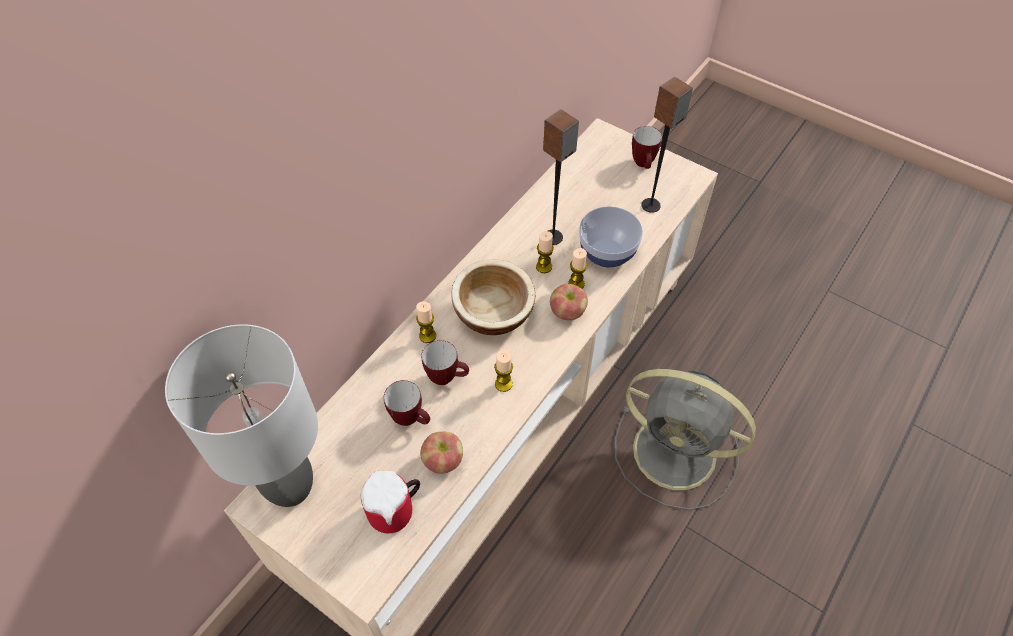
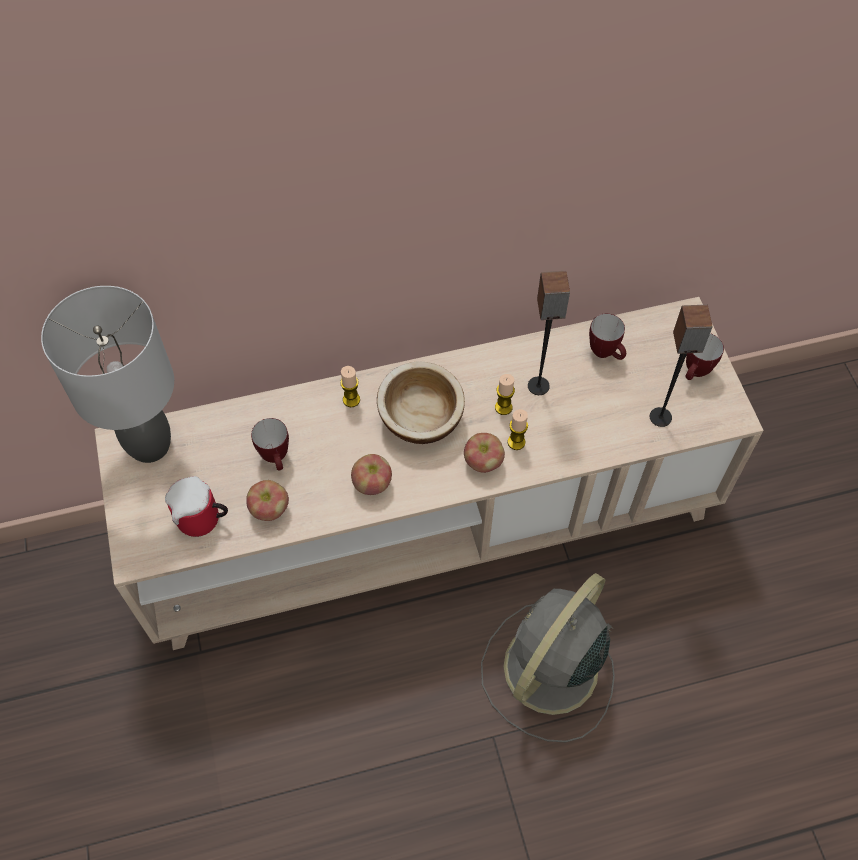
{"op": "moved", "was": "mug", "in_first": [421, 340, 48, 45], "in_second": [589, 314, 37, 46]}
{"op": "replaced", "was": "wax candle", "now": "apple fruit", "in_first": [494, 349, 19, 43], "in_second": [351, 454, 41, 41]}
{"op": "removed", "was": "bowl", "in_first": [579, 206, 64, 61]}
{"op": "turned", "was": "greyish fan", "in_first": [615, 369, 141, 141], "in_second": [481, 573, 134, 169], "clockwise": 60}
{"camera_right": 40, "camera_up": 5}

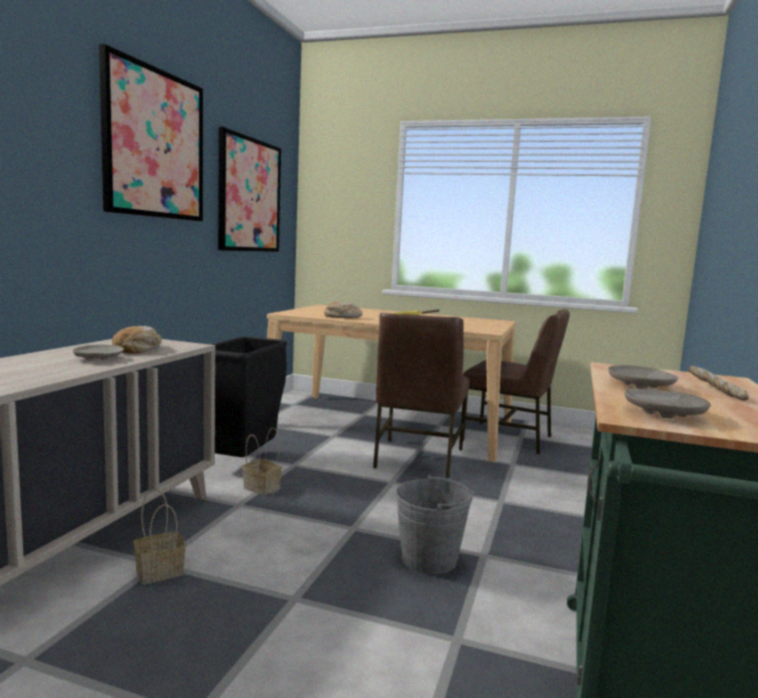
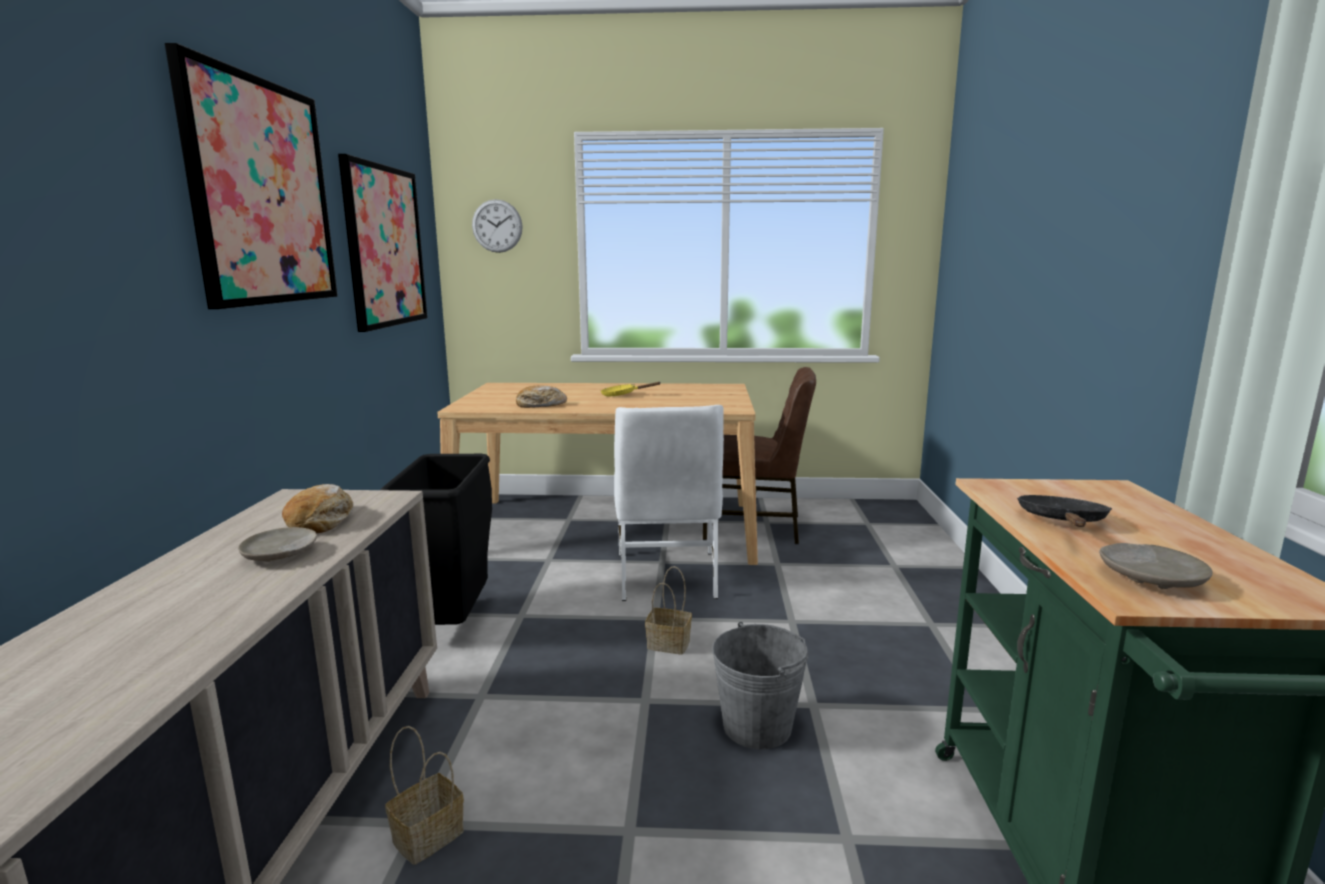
{"op": "moved", "was": "storage basket", "in_first": [242, 428, 40, 67], "in_second": [645, 566, 47, 89]}
{"op": "recoloured", "was": "brown-coloured upright chair", "now": "white-coloured upright chair", "in_first": [373, 313, 97, 165], "in_second": [614, 405, 110, 196]}
{"op": "replaced", "was": "sand-coloured dinner plate", "now": "black-coloured frying pan", "in_first": [608, 365, 70, 24], "in_second": [1017, 495, 95, 32]}
{"op": "removed", "was": "bread", "in_first": [689, 366, 60, 34]}
{"op": "added", "now": "wall clock", "in_second": [472, 199, 51, 54]}
{"camera_right": -15, "camera_up": 5}

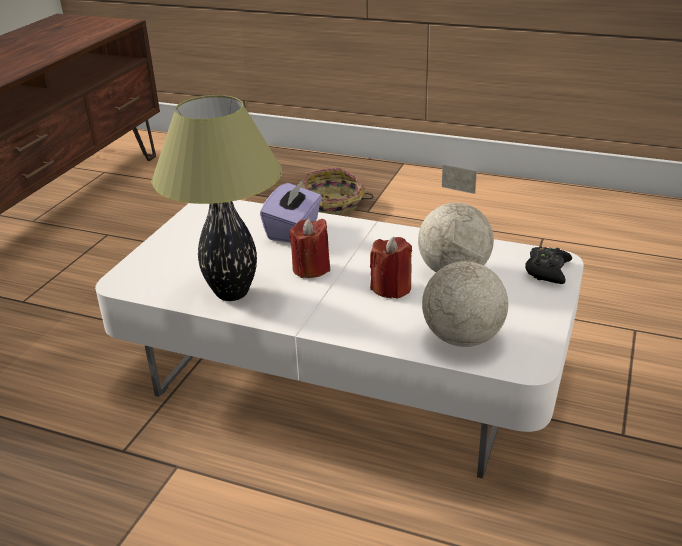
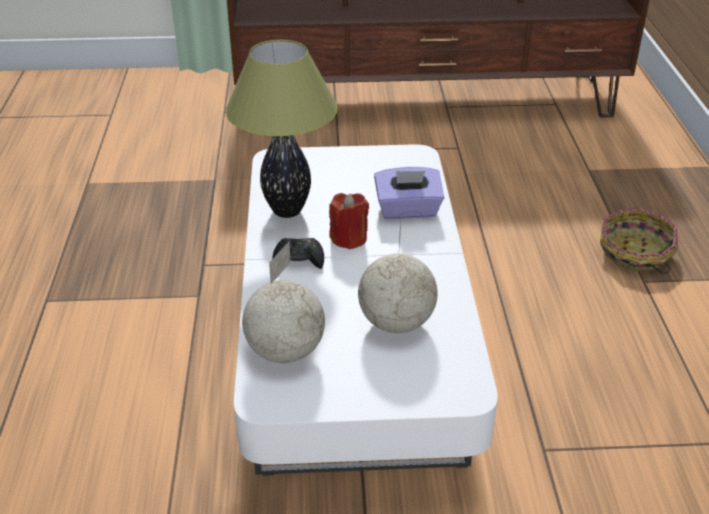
{"op": "removed", "was": "red wax candle", "in_first": [370, 237, 42, 62]}
{"op": "moved", "was": "black-coloured joypad", "in_first": [525, 246, 47, 38], "in_second": [272, 238, 52, 31]}
{"camera_right": 65, "camera_up": 5}

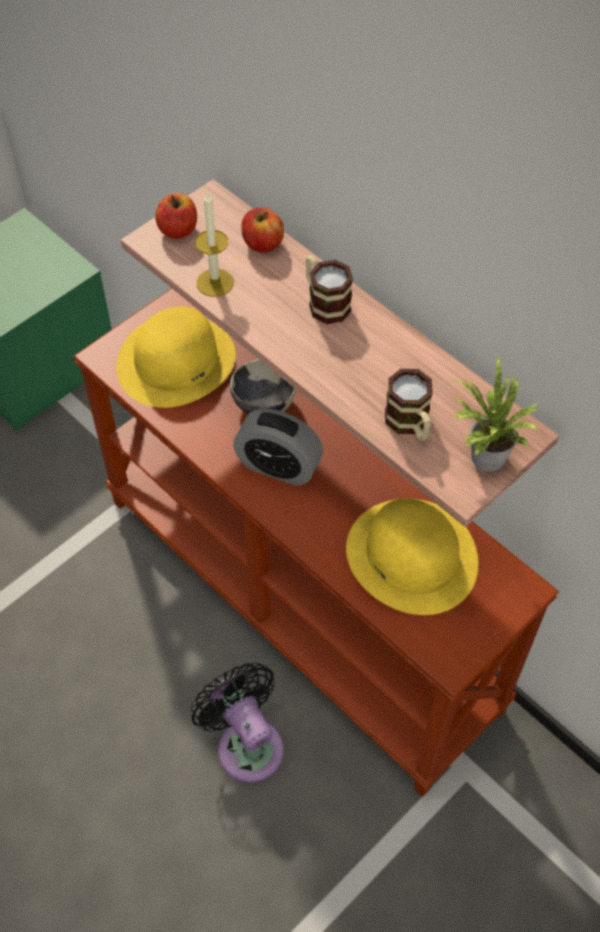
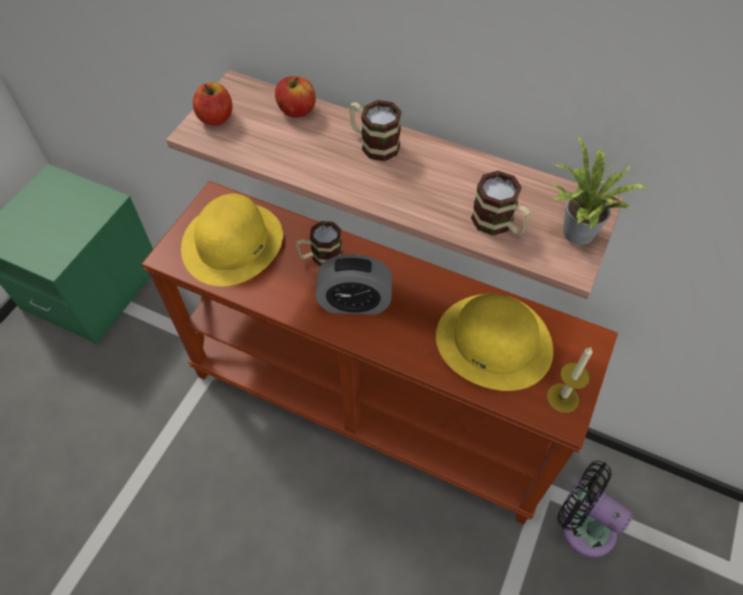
{"op": "moved", "was": "black-coloured fan", "in_first": [191, 663, 93, 120], "in_second": [557, 461, 76, 97]}
{"op": "moved", "was": "wax candle", "in_first": [195, 191, 39, 106], "in_second": [547, 347, 45, 66]}
{"op": "replaced", "was": "bowl", "now": "mug", "in_first": [230, 359, 66, 55], "in_second": [296, 221, 47, 45]}
{"camera_right": -20, "camera_up": 0}

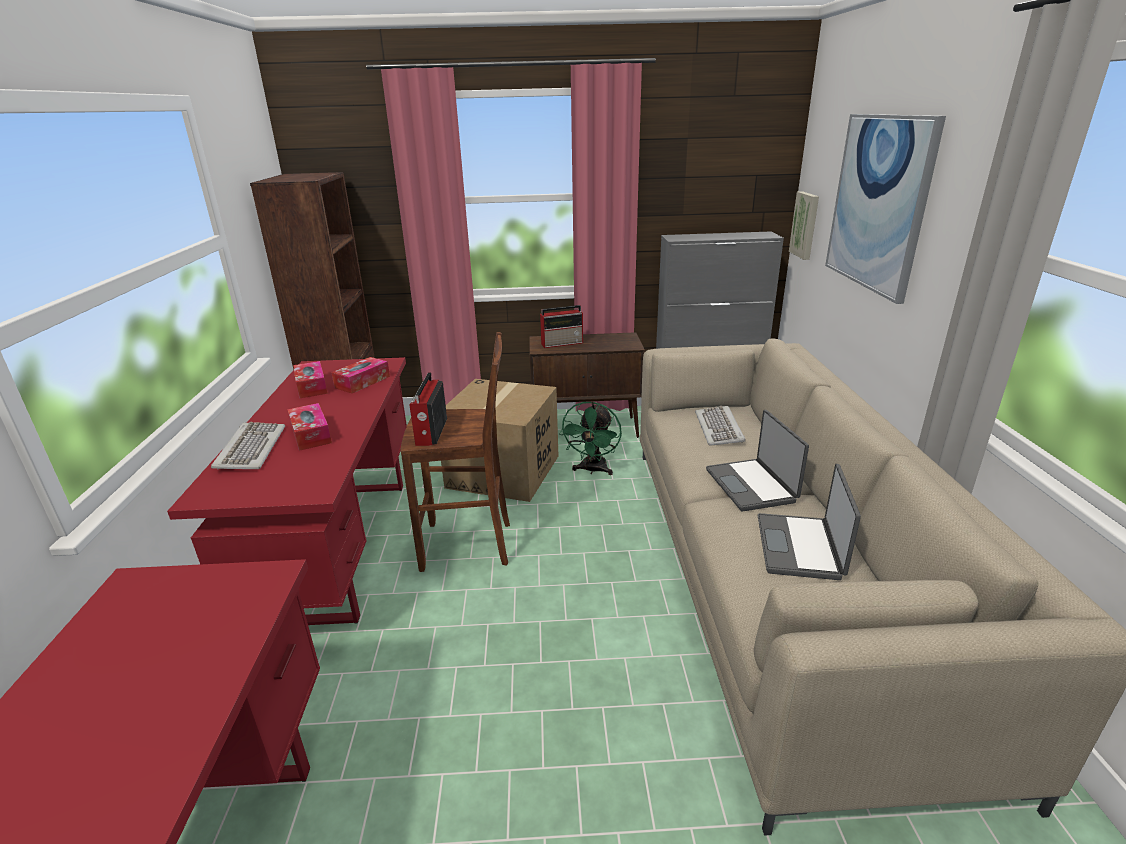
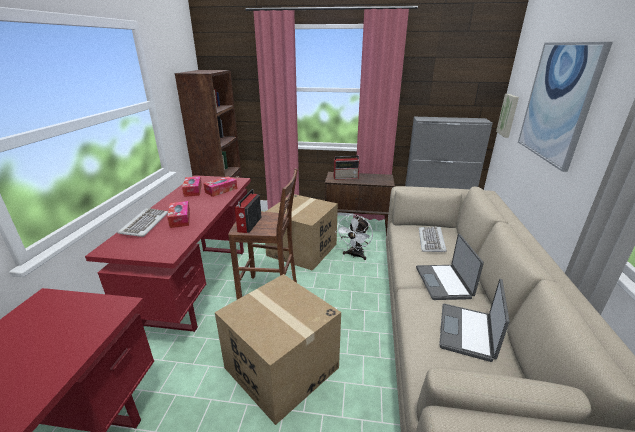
{"op": "recoloured", "was": "green-coloured fan", "now": "white-coloured fan", "in_first": [559, 401, 63, 74], "in_second": [336, 214, 37, 46]}
{"op": "added", "now": "packing box", "in_second": [215, 274, 126, 151]}
{"camera_right": 10, "camera_up": 0}

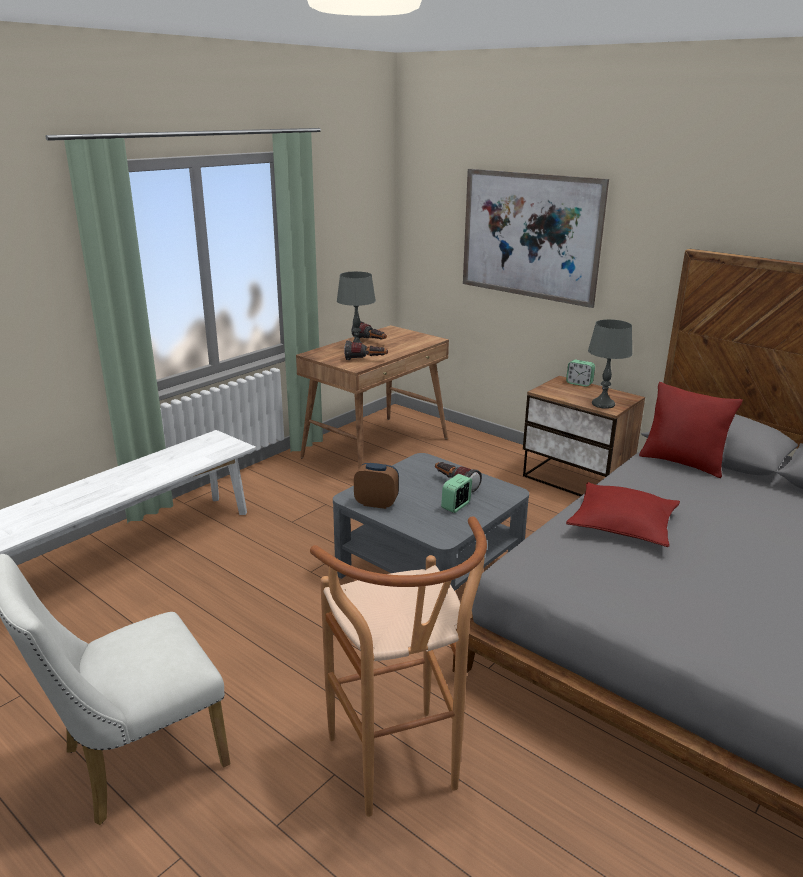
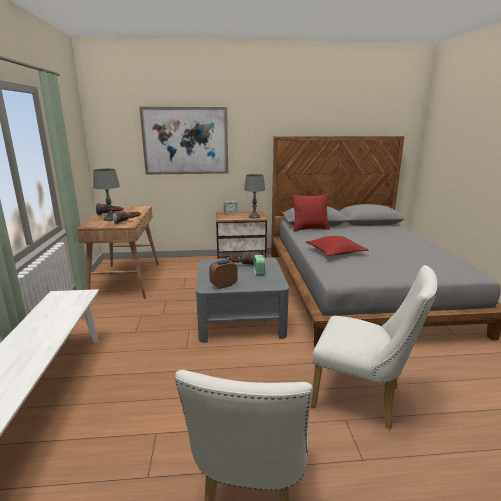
{"op": "replaced", "was": "brown-coloured stool seat", "now": "white-coloured upright chair", "in_first": [310, 516, 177, 301], "in_second": [311, 265, 127, 164]}
{"camera_right": -45, "camera_up": -5}

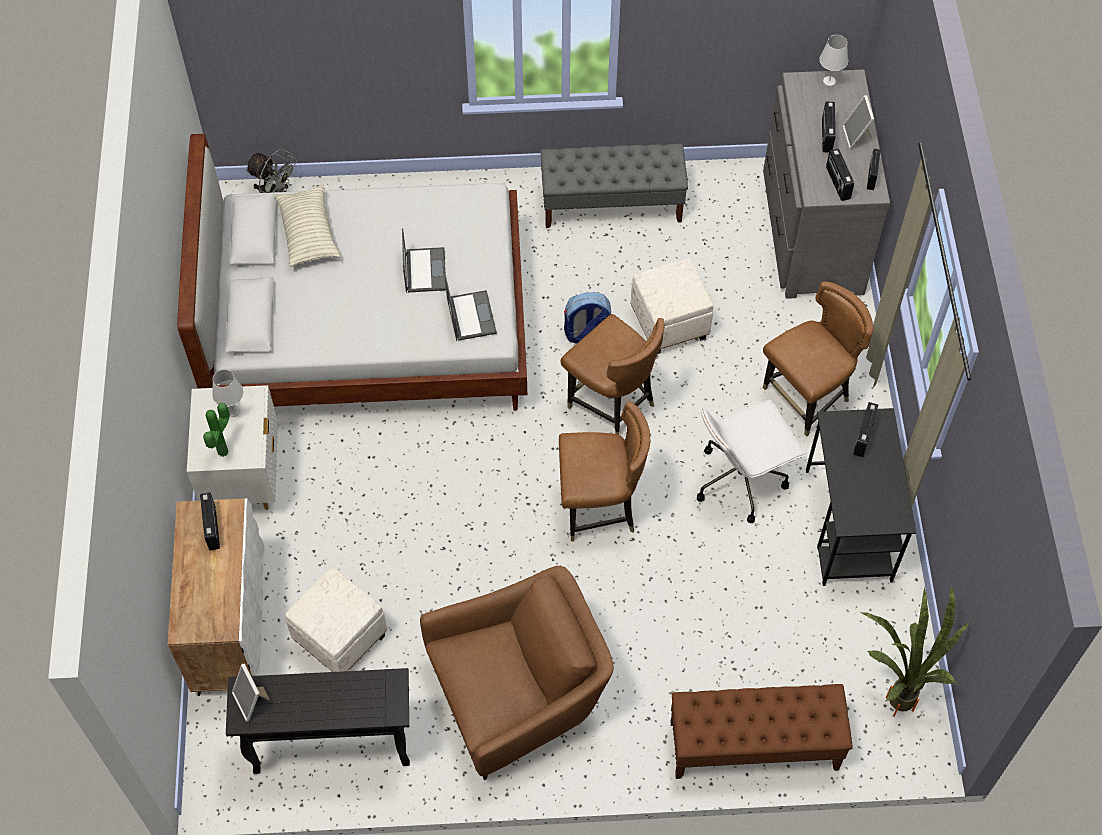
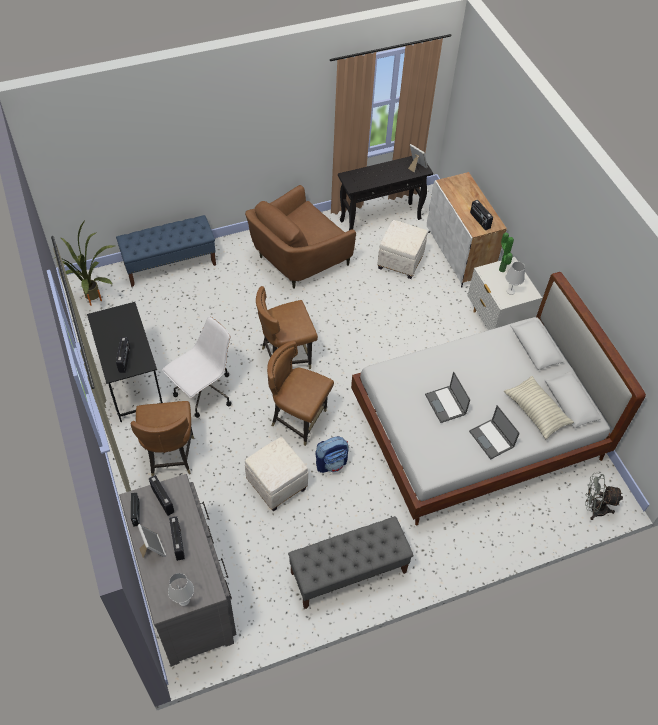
{"op": "moved", "was": "laptop", "in_first": [445, 276, 52, 65], "in_second": [469, 405, 51, 55]}
{"op": "recoloured", "was": "brown-coloured long seat", "now": "bluish long seat", "in_first": [671, 684, 182, 95], "in_second": [116, 215, 100, 72]}
{"op": "turned", "was": "brown-coloured upright chair", "in_first": [763, 281, 110, 156], "in_second": [130, 401, 64, 76], "clockwise": -45}
{"camera_right": 160, "camera_up": -5}

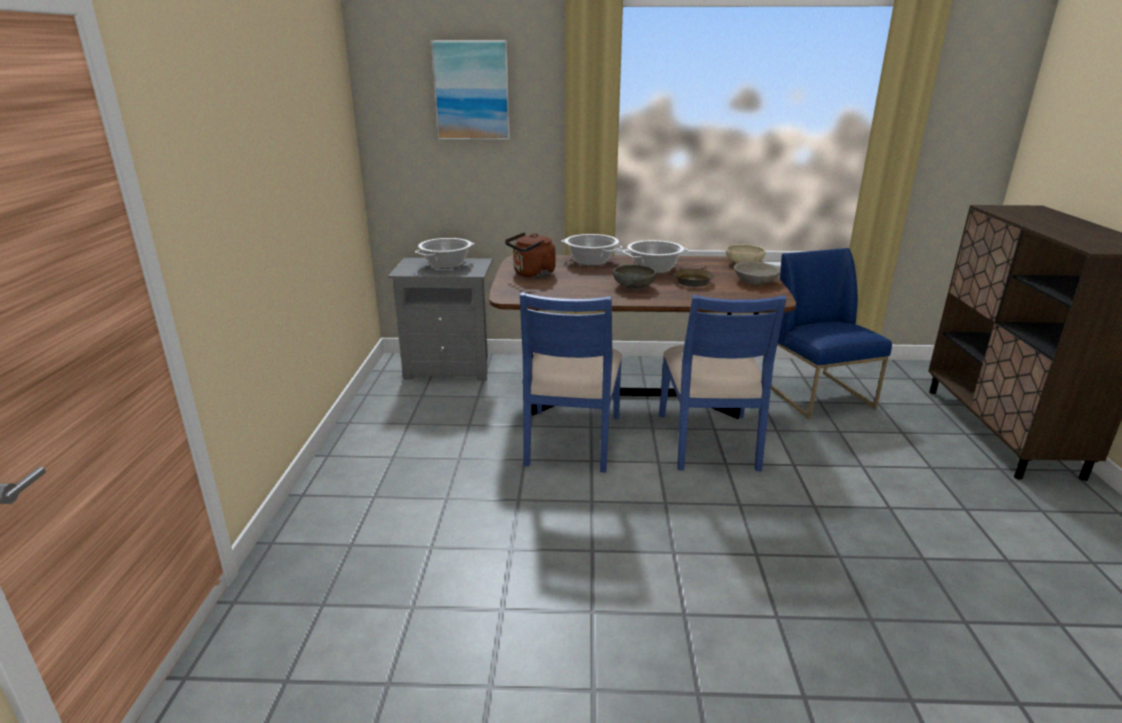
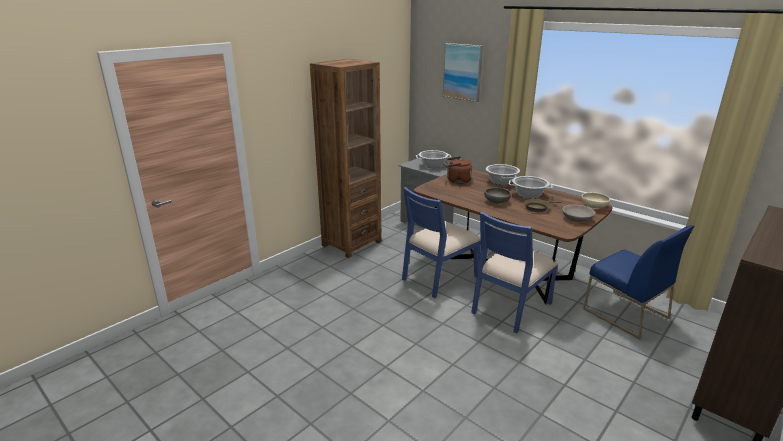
{"op": "turned", "was": "bluish upright chair", "in_first": [771, 248, 121, 171], "in_second": [583, 225, 111, 114], "clockwise": 120}
{"op": "added", "now": "brown-coloured bookcase", "in_second": [310, 59, 71, 199]}
{"camera_right": 40, "camera_up": 0}

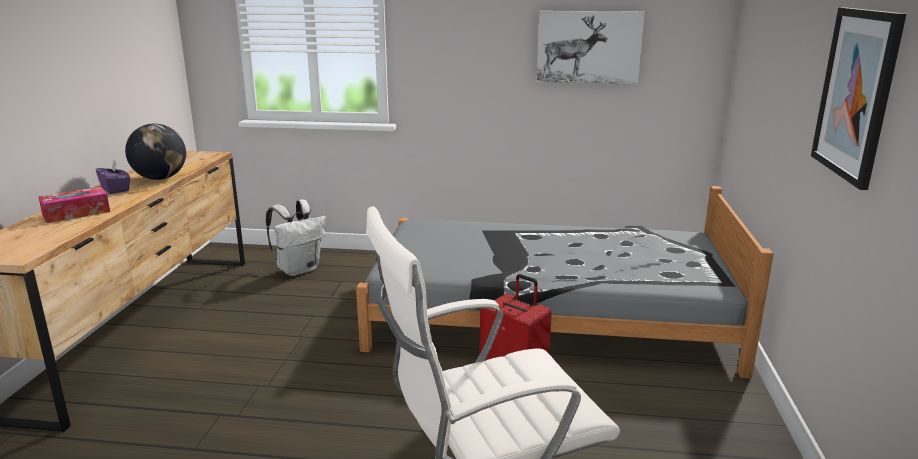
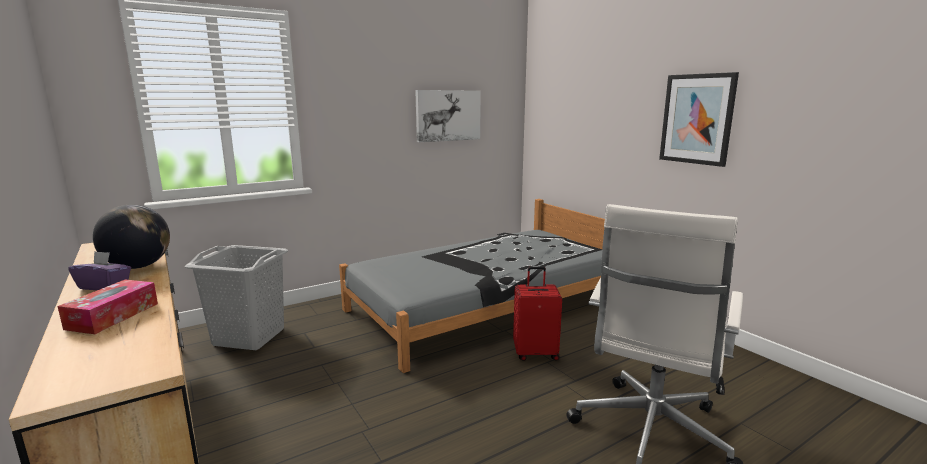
{"op": "replaced", "was": "white-coloured backpack", "now": "greyish hamper", "in_first": [266, 199, 60, 77], "in_second": [185, 245, 103, 105]}
{"camera_right": -40, "camera_up": -5}

